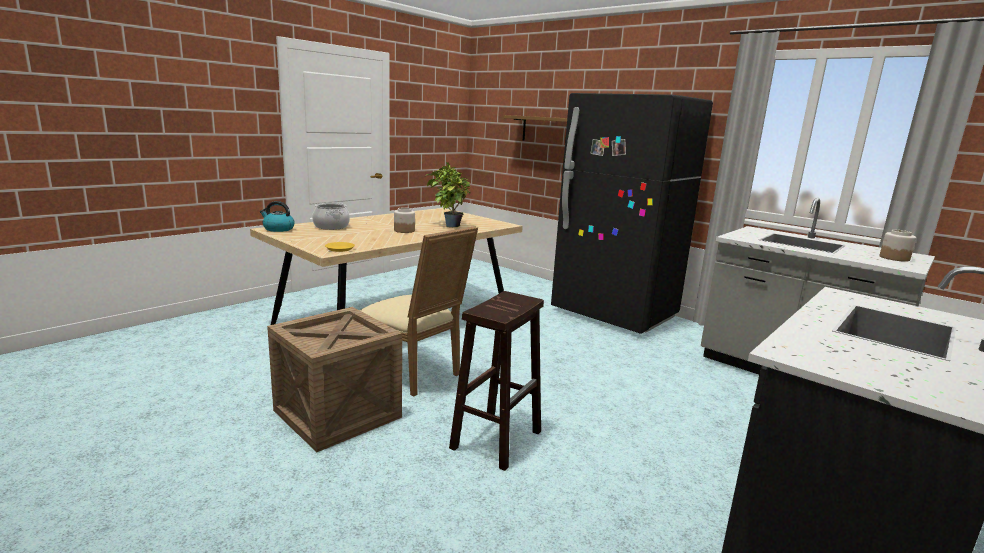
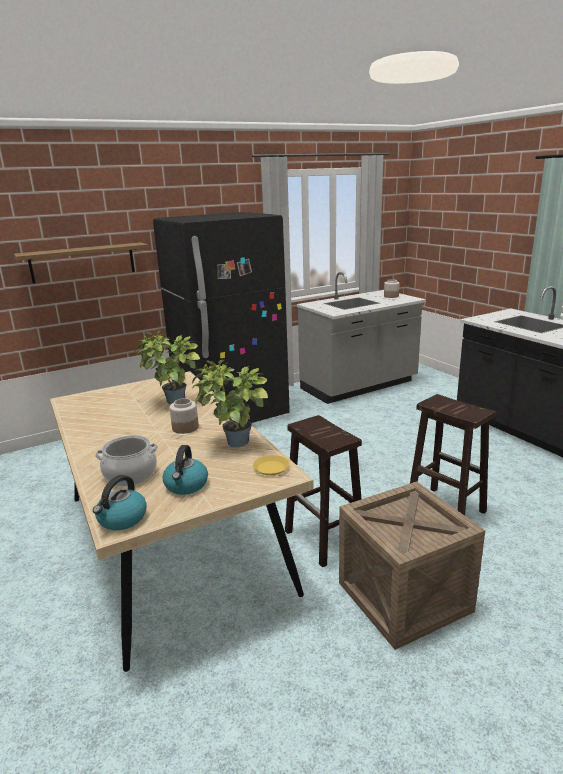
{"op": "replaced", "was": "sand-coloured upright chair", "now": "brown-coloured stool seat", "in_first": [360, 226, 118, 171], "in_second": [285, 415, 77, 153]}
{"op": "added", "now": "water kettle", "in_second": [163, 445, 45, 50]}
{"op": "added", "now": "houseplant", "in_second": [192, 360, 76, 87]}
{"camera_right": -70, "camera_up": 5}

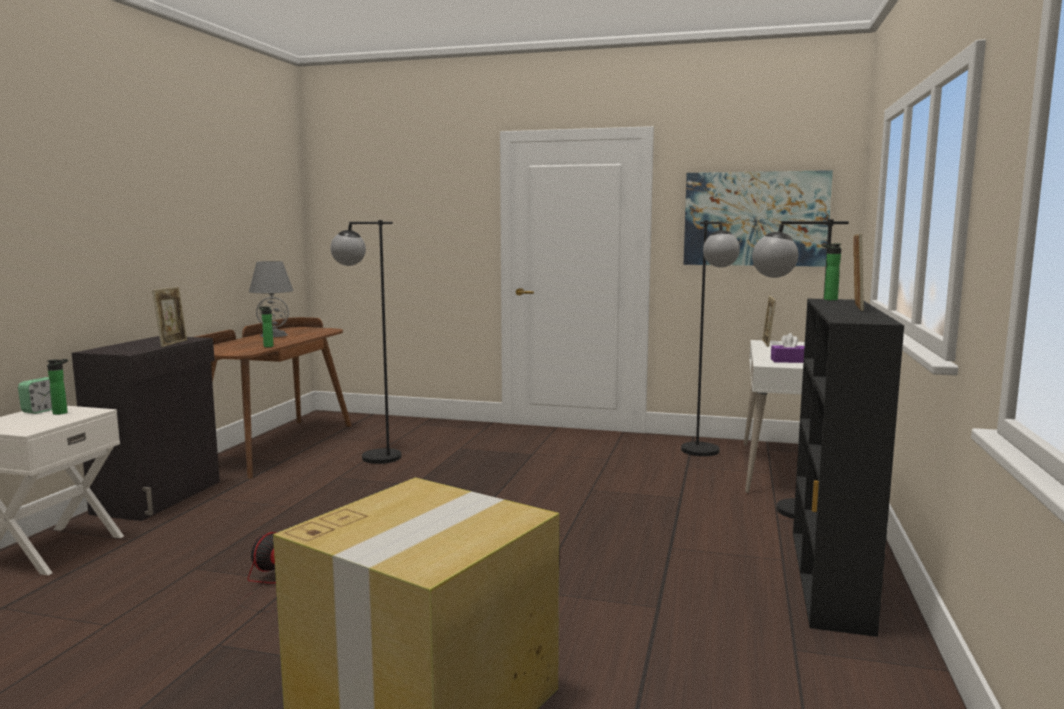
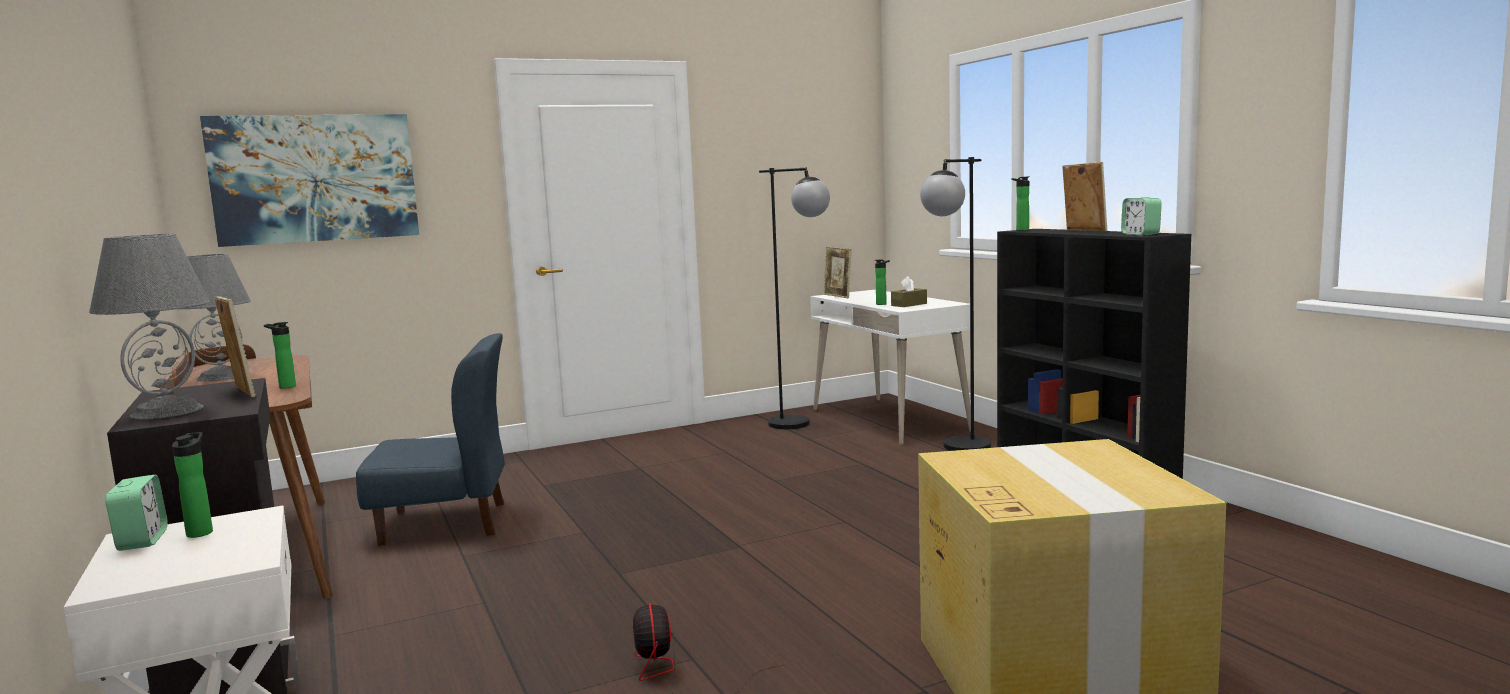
{"op": "replaced", "was": "black-coloured standing lamp", "now": "bluish upright chair", "in_first": [330, 220, 71, 244], "in_second": [356, 333, 149, 213]}
{"op": "moved", "was": "picture", "in_first": [684, 170, 149, 97], "in_second": [200, 114, 219, 133]}
{"op": "recoloured", "was": "purplish tissue box", "now": "brown-coloured tissue box", "in_first": [771, 333, 33, 30], "in_second": [891, 276, 36, 31]}
{"op": "added", "now": "greyish lamp for a table", "in_second": [89, 234, 121, 185]}
{"op": "added", "now": "drink bottle", "in_second": [875, 260, 15, 45]}
{"op": "added", "now": "alarm clock", "in_second": [1121, 197, 41, 38]}
{"camera_right": -40, "camera_up": 0}

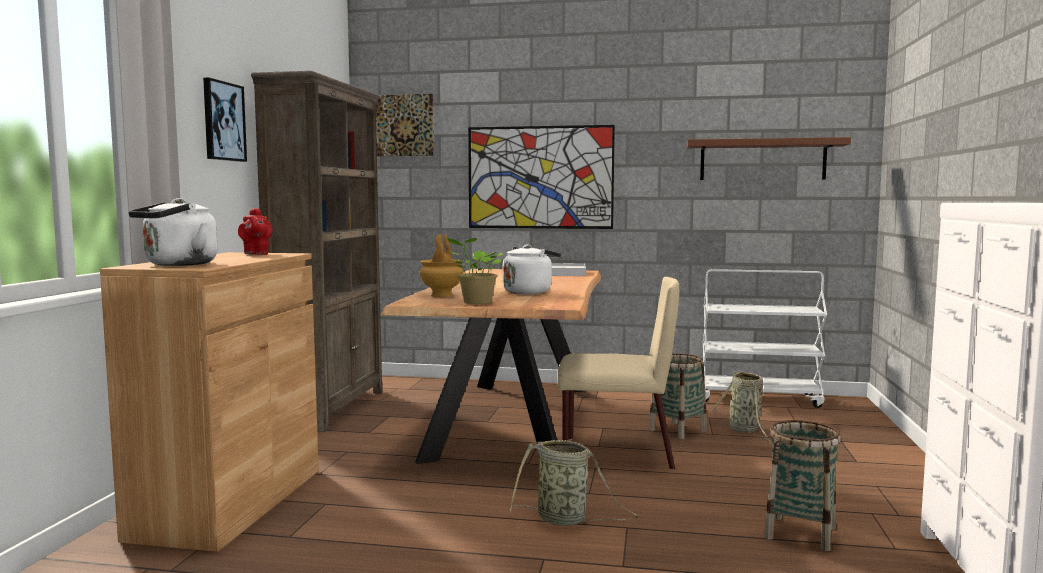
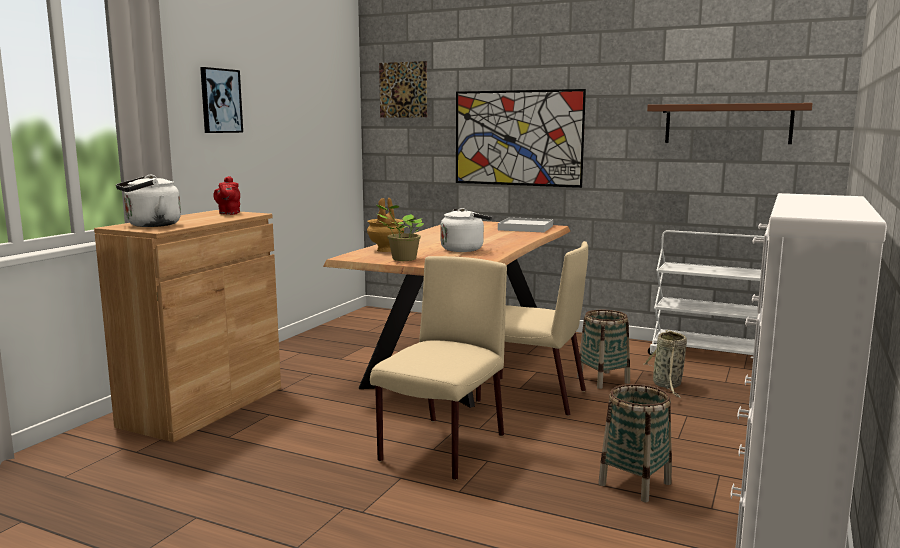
{"op": "removed", "was": "brown-coloured bookcase", "in_first": [251, 71, 132, 361]}
{"op": "replaced", "was": "storage basket", "now": "sand-coloured upright chair", "in_first": [509, 440, 130, 86], "in_second": [370, 256, 137, 224]}
{"camera_right": 15, "camera_up": 5}

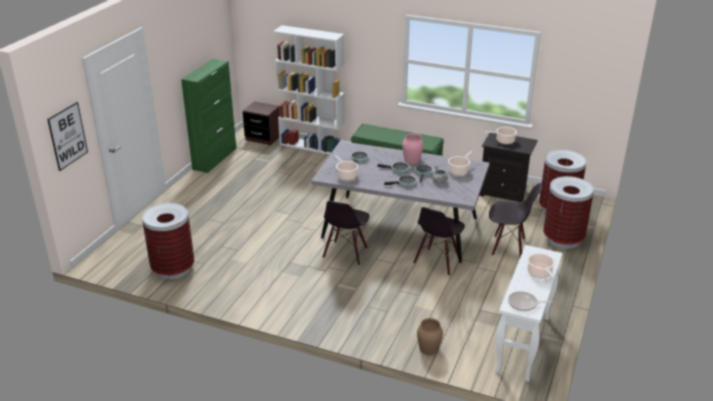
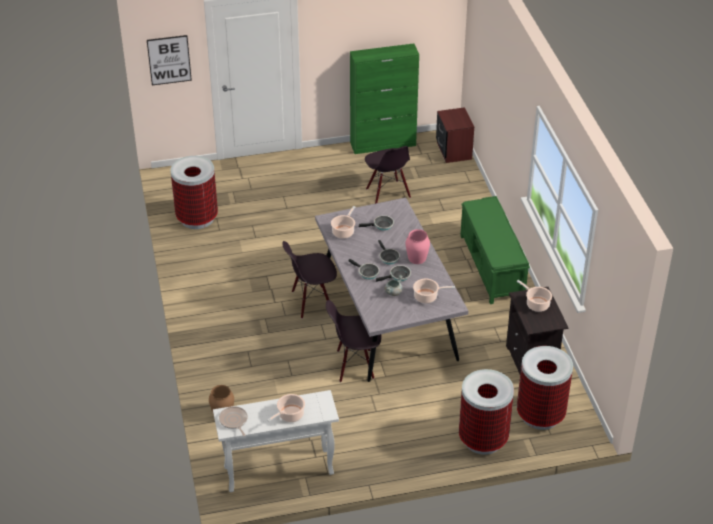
{"op": "removed", "was": "white-coloured bookcase", "in_first": [273, 25, 72, 130]}
{"op": "moved", "was": "black-coloured upright chair", "in_first": [489, 183, 54, 74], "in_second": [365, 146, 46, 58]}
{"camera_right": 55, "camera_up": 10}

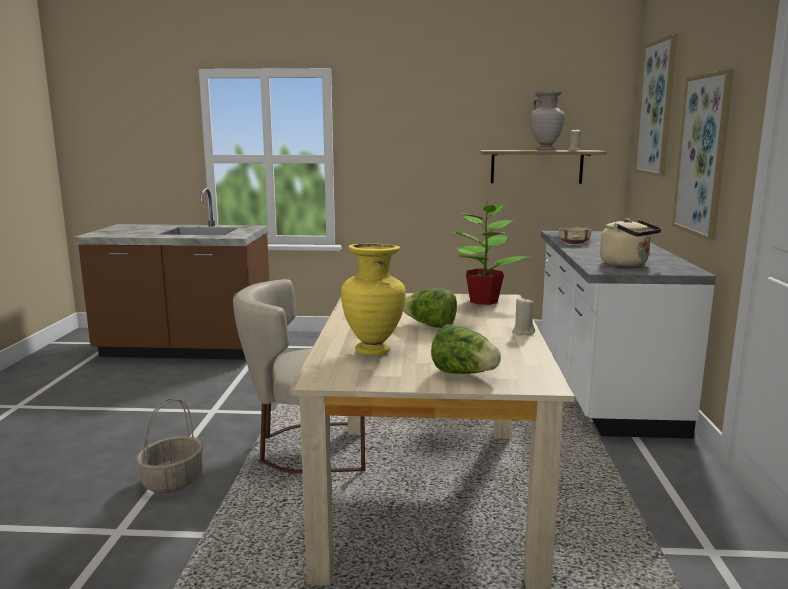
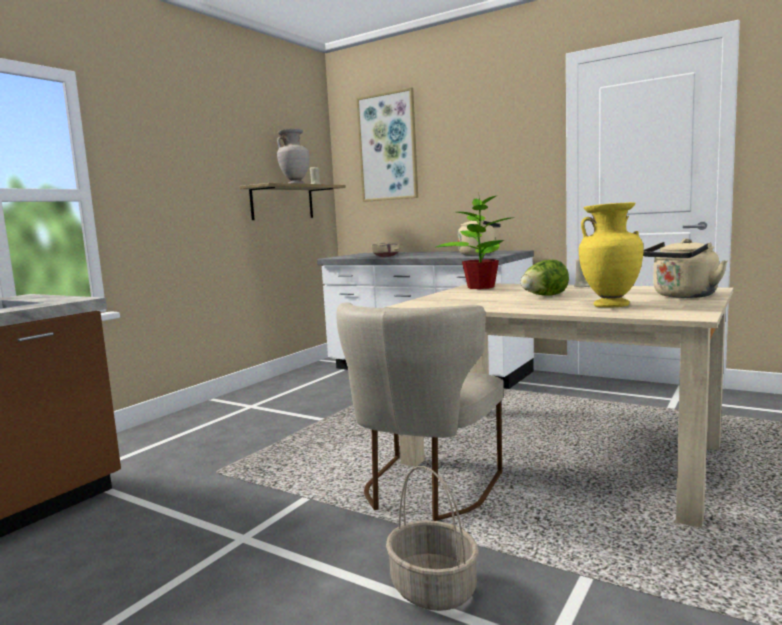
{"op": "replaced", "was": "lettuce", "now": "sand-coloured water kettle", "in_first": [431, 325, 70, 49], "in_second": [643, 238, 85, 60]}
{"op": "removed", "was": "picture", "in_first": [672, 69, 62, 171]}
{"camera_right": -60, "camera_up": -5}

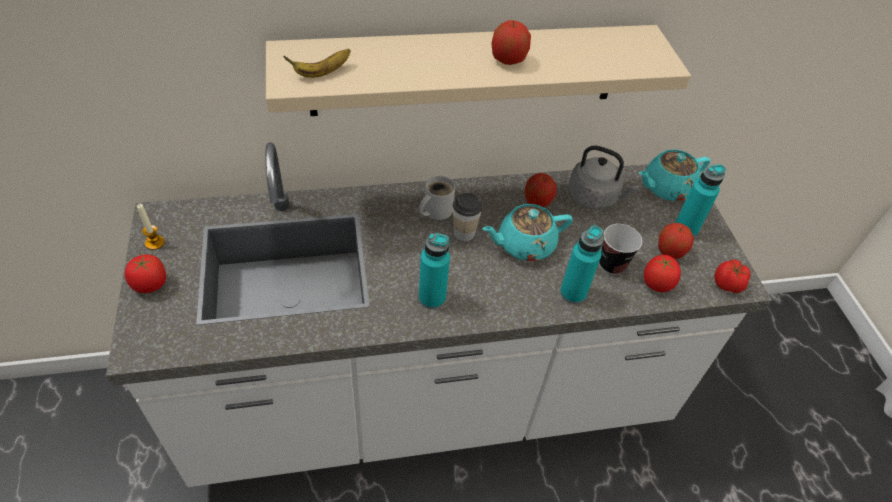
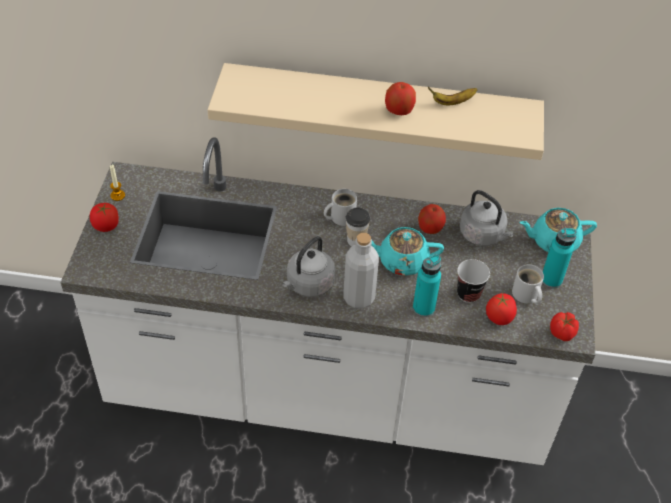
{"op": "moved", "was": "whole banana", "in_first": [283, 49, 68, 29], "in_second": [428, 87, 49, 18]}
{"op": "replaced", "was": "turquoise-coloured drink bottle", "now": "greyish water kettle", "in_first": [419, 233, 31, 76], "in_second": [282, 236, 53, 61]}
{"op": "replaced", "was": "apple fruit", "now": "white-coloured mug", "in_first": [658, 223, 36, 36], "in_second": [512, 264, 32, 40]}
{"op": "added", "now": "greyish drink bottle", "in_second": [343, 233, 36, 75]}
{"camera_right": 20, "camera_up": 0}

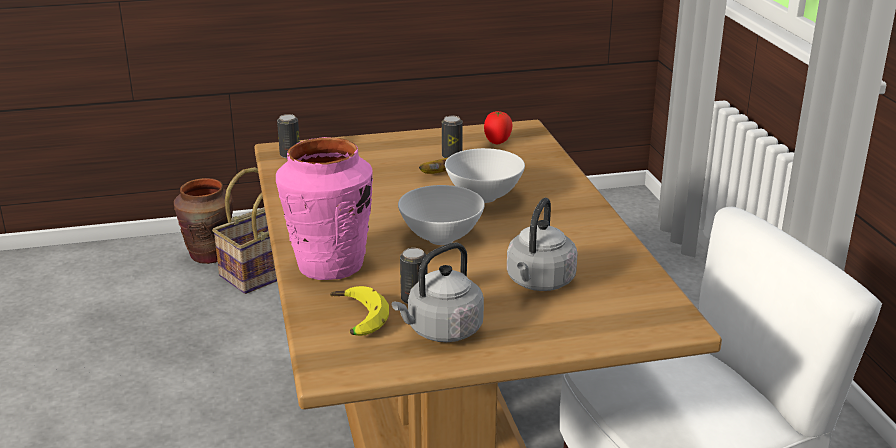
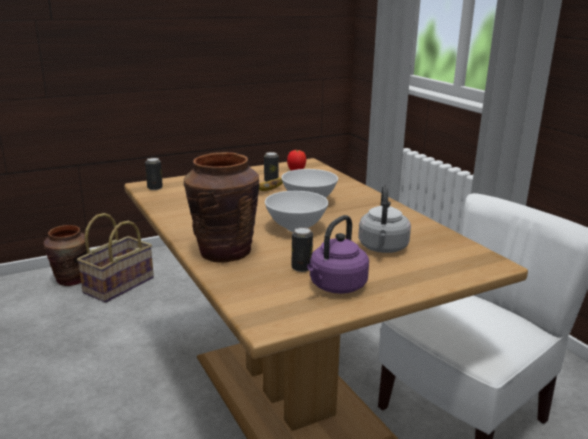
{"op": "recoloured", "was": "pinkish decorative vase", "now": "brown-coloured decorative vase", "in_first": [276, 137, 97, 143], "in_second": [184, 152, 75, 111]}
{"op": "removed", "was": "whole banana", "in_first": [330, 286, 59, 50]}
{"op": "recoloured", "was": "greyish water kettle", "now": "purplish water kettle", "in_first": [392, 243, 92, 99], "in_second": [307, 215, 62, 79]}
{"camera_right": -15, "camera_up": -5}

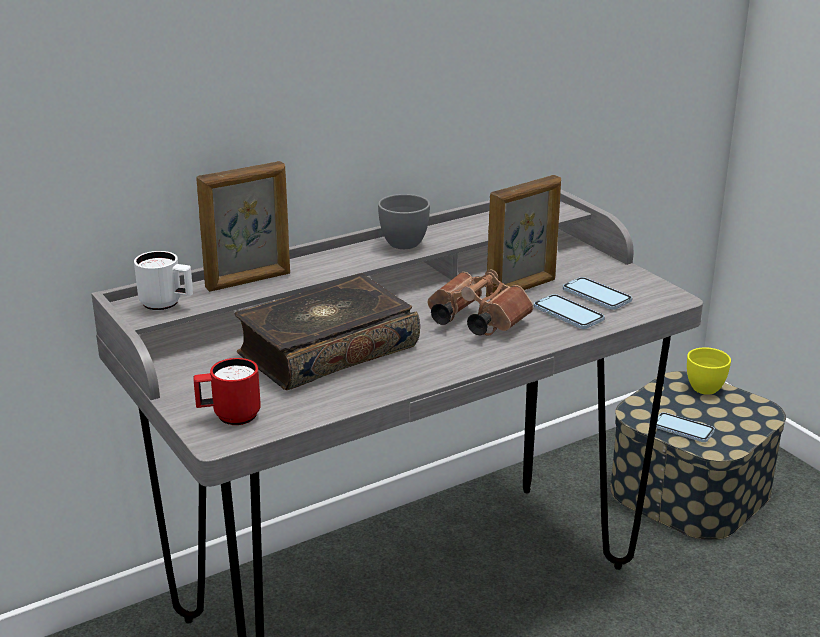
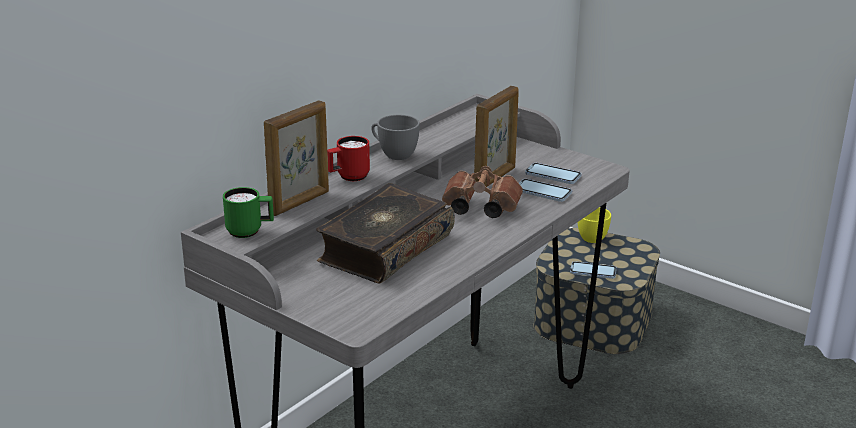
{"op": "recoloured", "was": "white-coloured mug", "now": "green-coloured mug", "in_first": [134, 251, 59, 60], "in_second": [223, 187, 51, 51]}
{"op": "moved", "was": "red mug", "in_first": [193, 358, 68, 67], "in_second": [327, 136, 43, 45]}
{"camera_right": -20, "camera_up": 0}

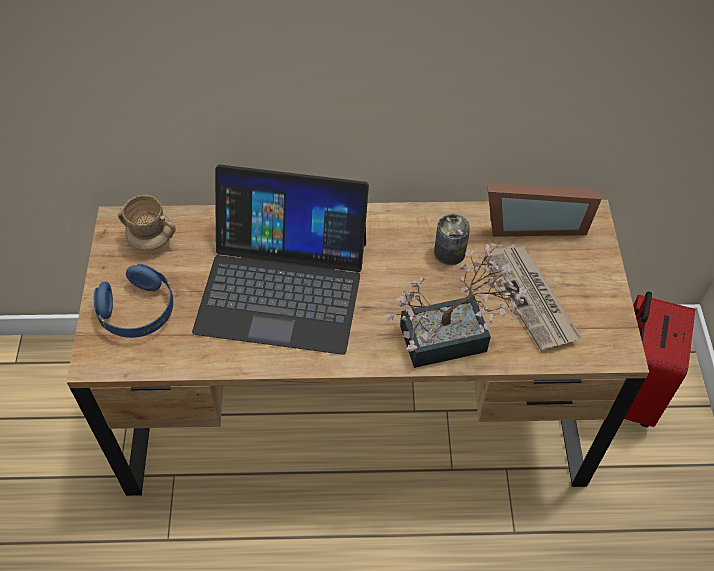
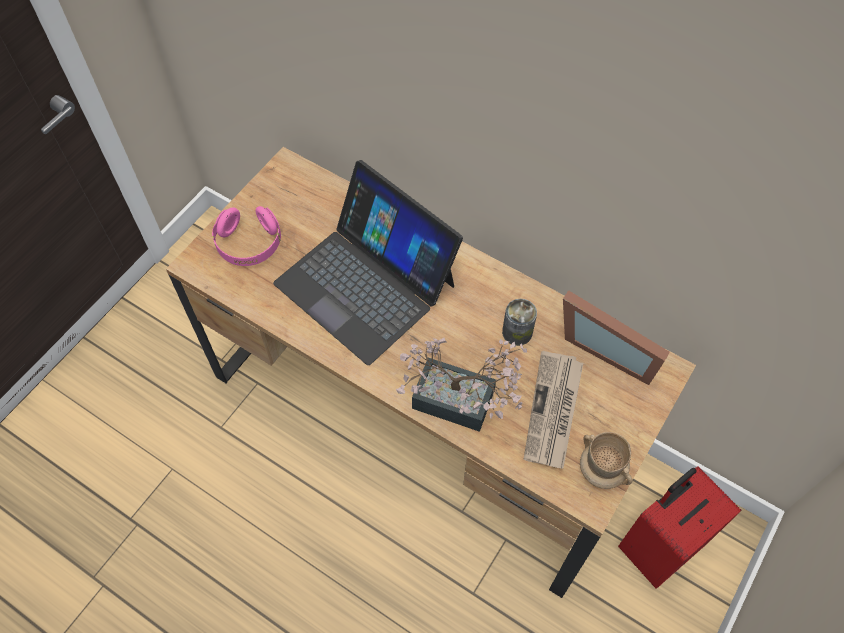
{"op": "recoloured", "was": "bluish pair of headphones", "now": "pinkish pair of headphones", "in_first": [94, 264, 79, 74], "in_second": [212, 206, 69, 60]}
{"op": "moved", "was": "sand-coloured mug", "in_first": [118, 195, 58, 56], "in_second": [580, 432, 53, 57]}
{"camera_right": 35, "camera_up": 5}

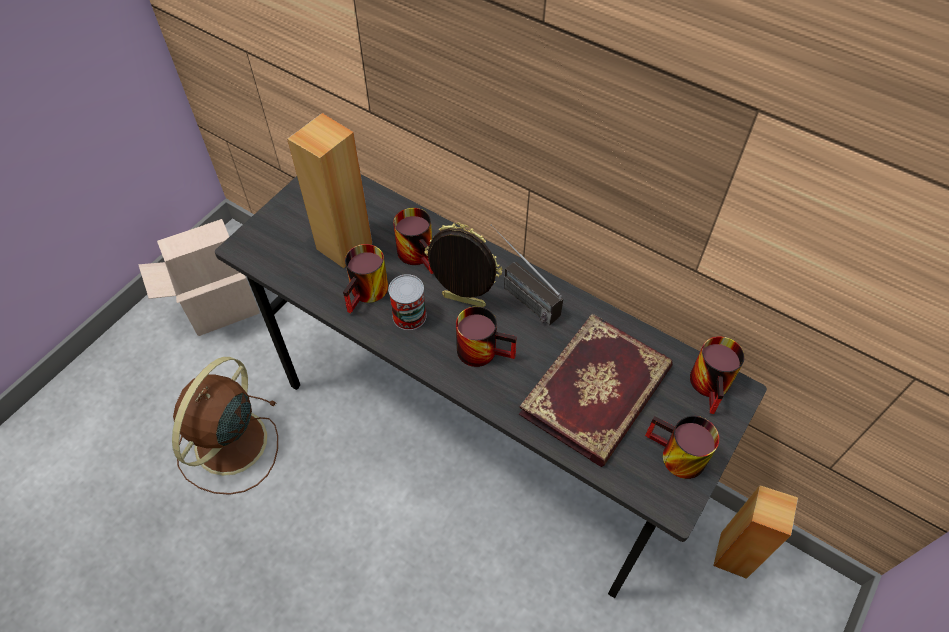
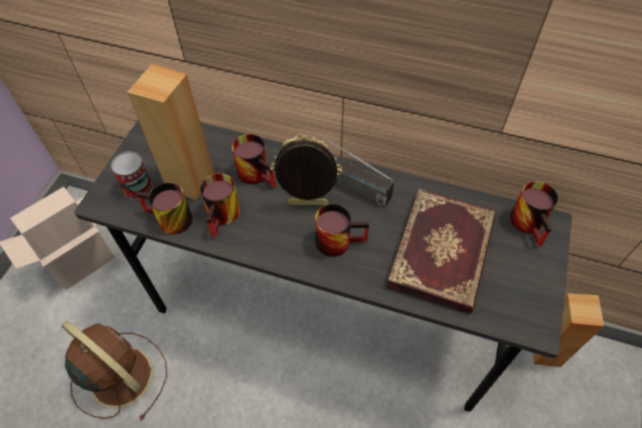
{"op": "turned", "was": "brown-coloured fan", "in_first": [172, 357, 106, 138], "in_second": [61, 320, 106, 101], "clockwise": 120}
{"op": "moved", "was": "can", "in_first": [388, 274, 38, 56], "in_second": [111, 152, 42, 47]}
{"op": "moved", "was": "mug", "in_first": [645, 416, 74, 63], "in_second": [136, 182, 57, 52]}
{"camera_right": -15, "camera_up": 0}

